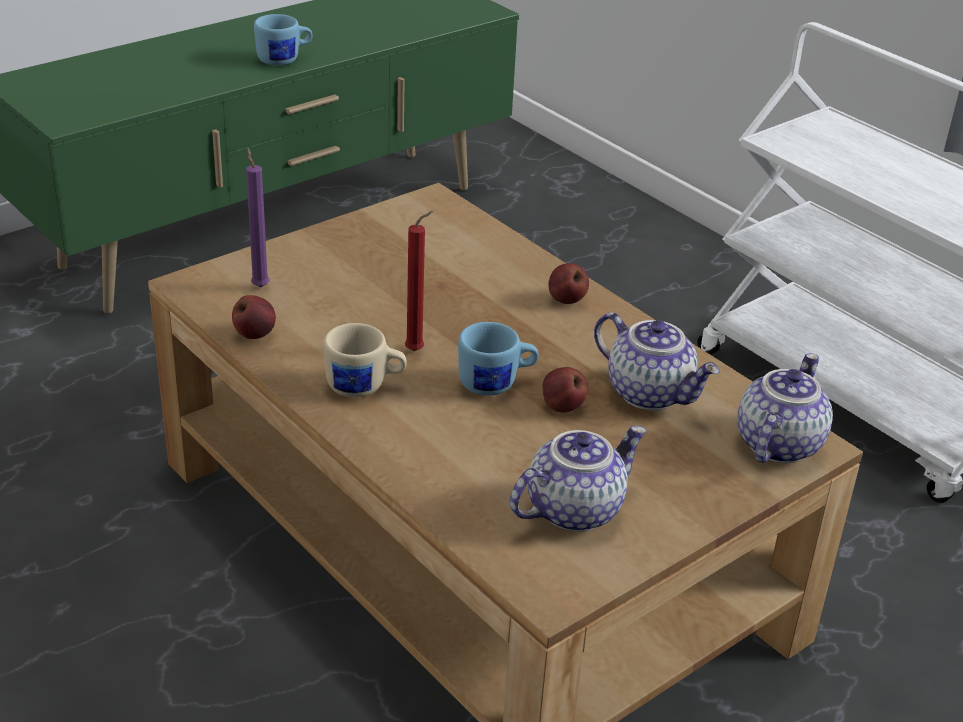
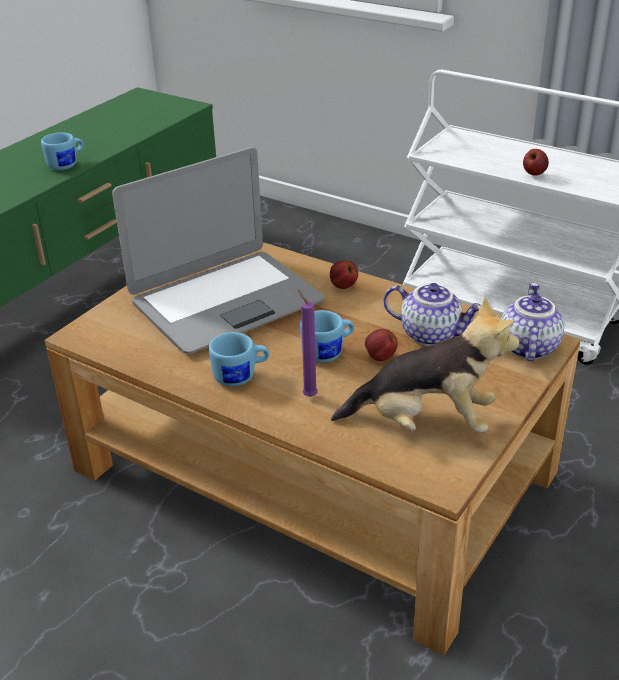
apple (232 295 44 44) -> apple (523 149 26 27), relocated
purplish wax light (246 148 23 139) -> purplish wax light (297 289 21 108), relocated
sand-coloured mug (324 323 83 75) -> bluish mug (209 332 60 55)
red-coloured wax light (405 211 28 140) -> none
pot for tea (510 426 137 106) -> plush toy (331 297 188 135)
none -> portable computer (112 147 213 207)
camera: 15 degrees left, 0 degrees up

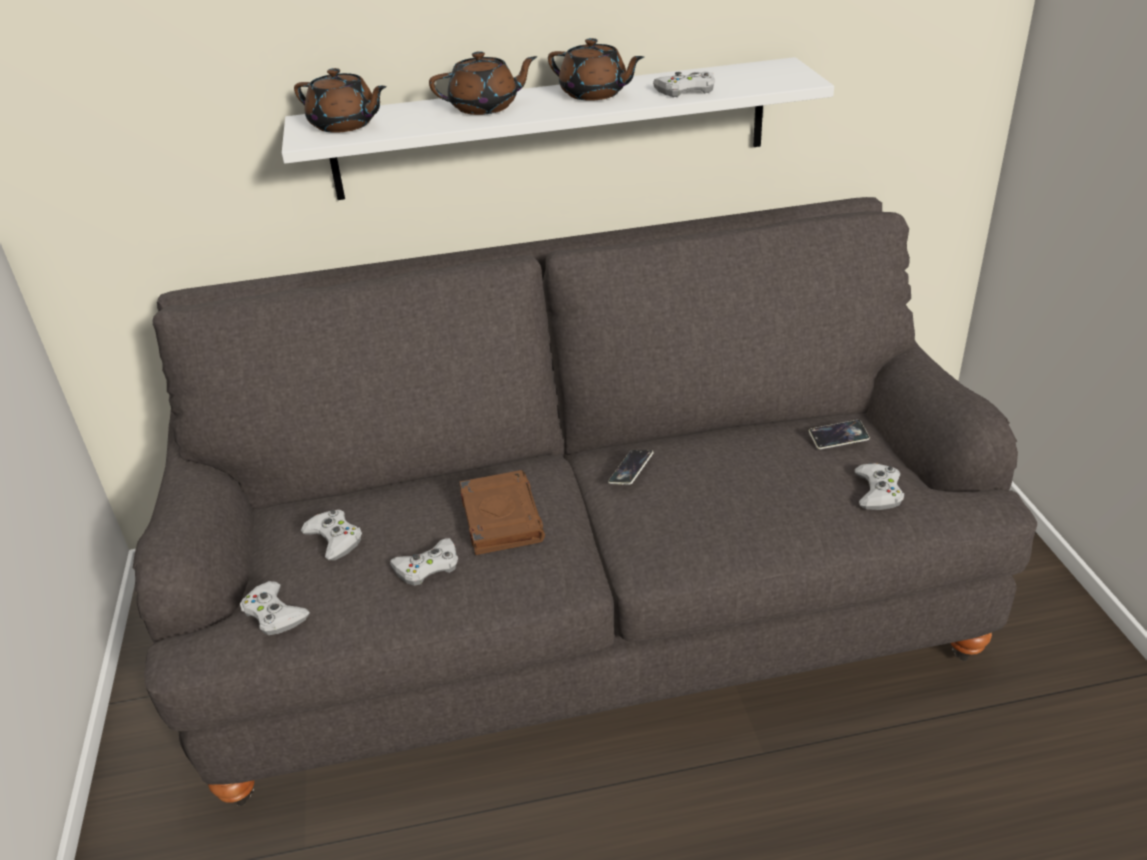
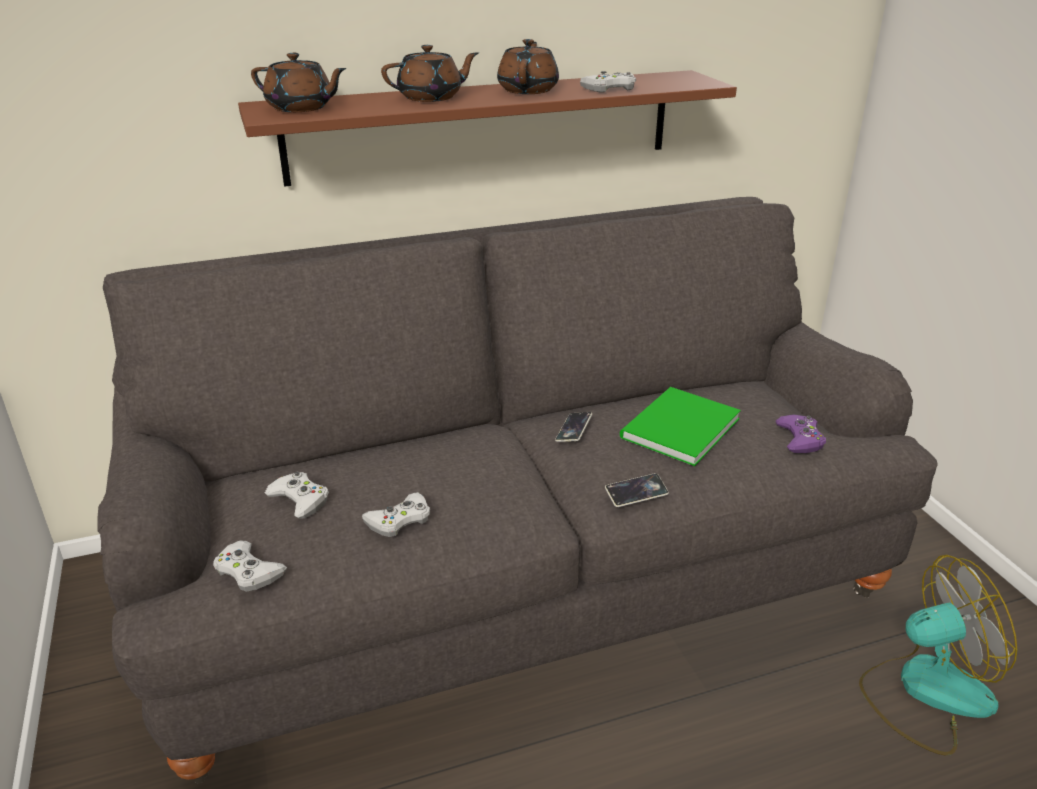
white-coloured bracket shelf (282 57 552 143) -> brown bracket shelf (238 70 499 117)
brown book (460 470 85 85) -> none
brown pot for tea (548 38 96 63) -> brown pot for tea (497 39 62 55), 105 degrees counterclockwise
telephone (809 420 61 29) -> telephone (605 473 64 34), relocated
white-coloured joypad (855 463 49 47) -> purplish joypad (776 414 50 39)
none -> green book (620 387 121 79)
none -> cooling fan (859 555 158 201)
camera: 10 degrees left, 5 degrees down

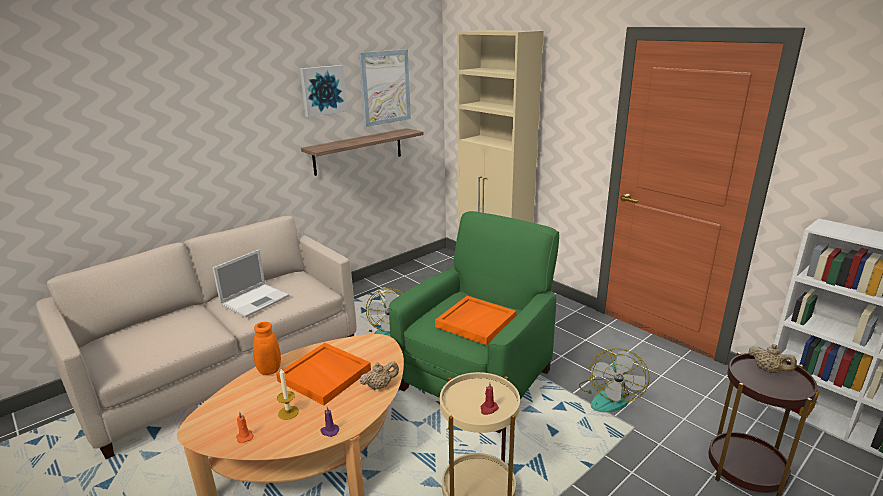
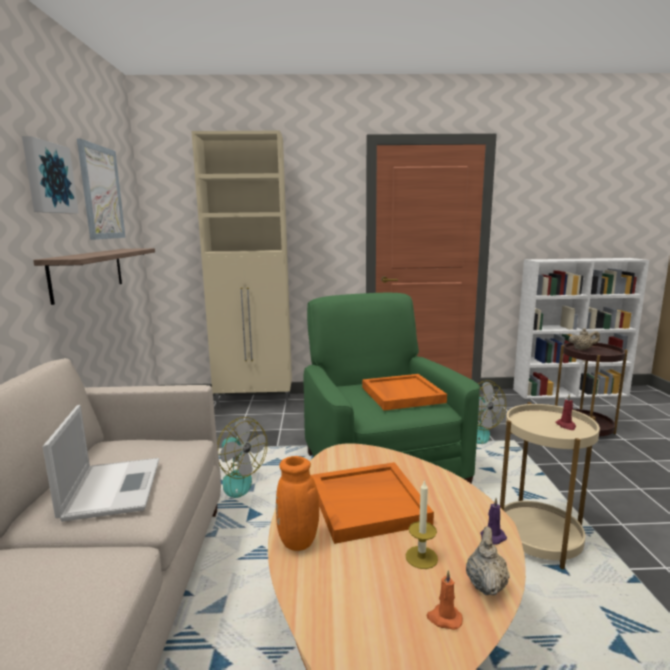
sand-coloured pot for tea (360 361 39 29) -> sand-coloured pot for tea (466 526 44 69), relocated
camera: 50 degrees left, 10 degrees down

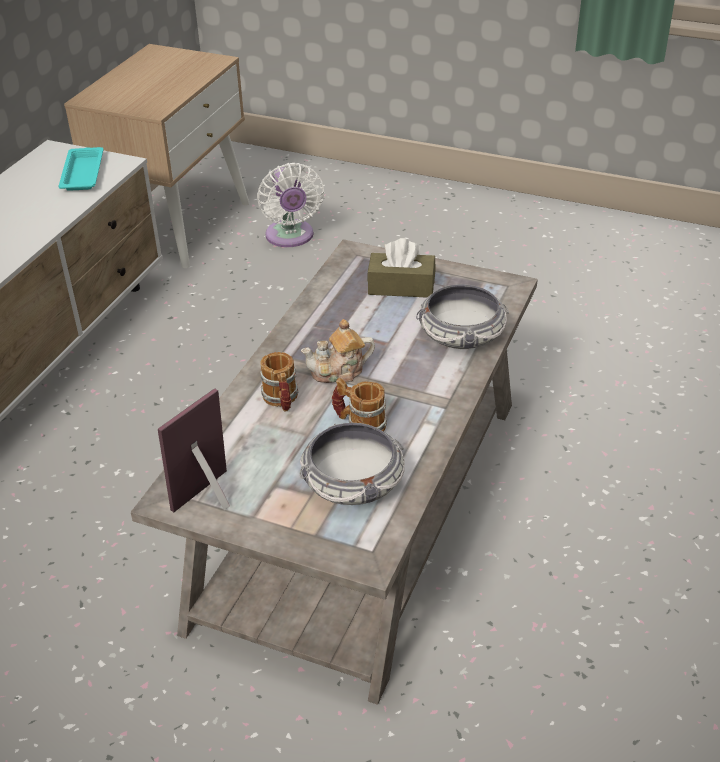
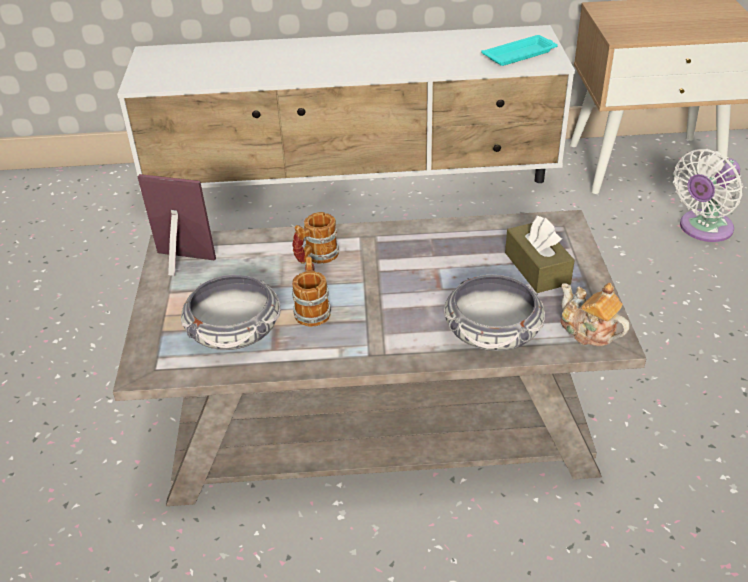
pot for tea (301 319 74 64) -> pot for tea (560 283 69 63), relocated
camera: 65 degrees right, 0 degrees up

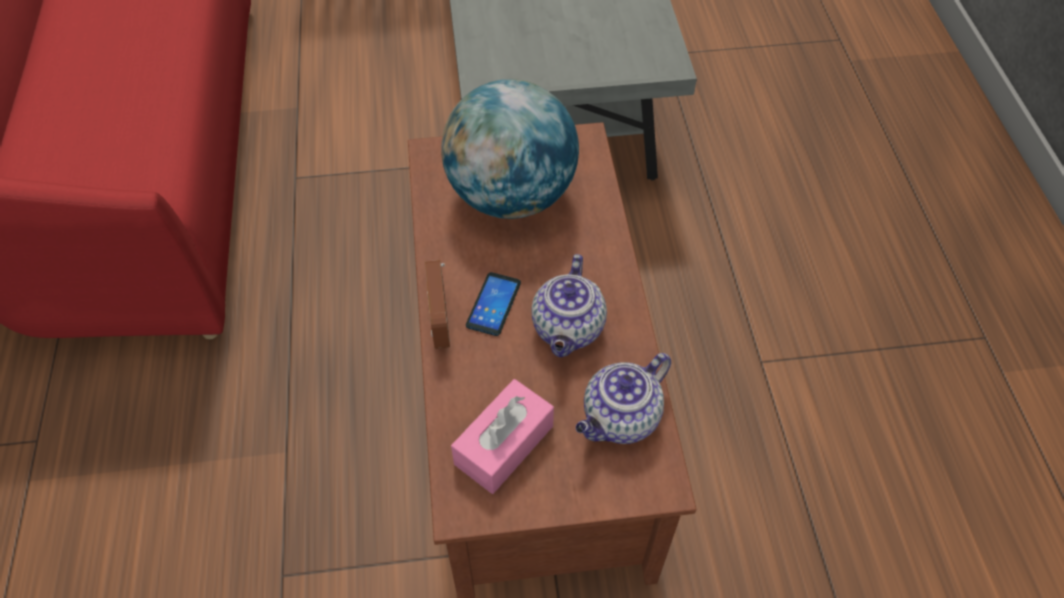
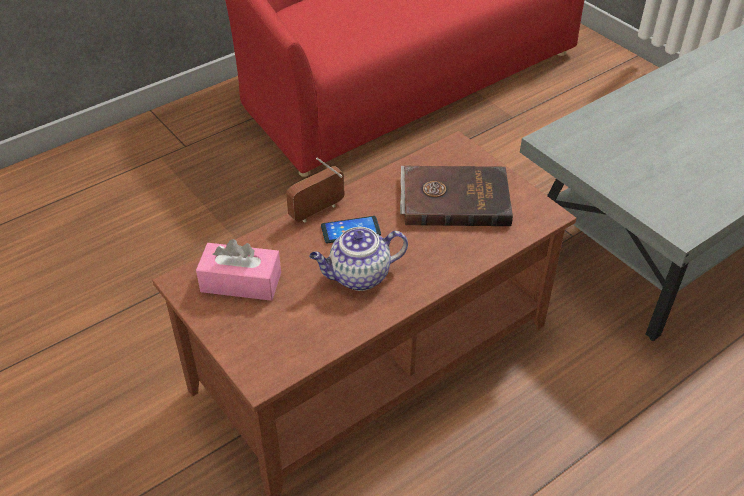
desk globe (441 79 138 140) -> brown book (400 166 113 60)
pot for tea (576 353 95 91) -> none
camera: 60 degrees right, 10 degrees down

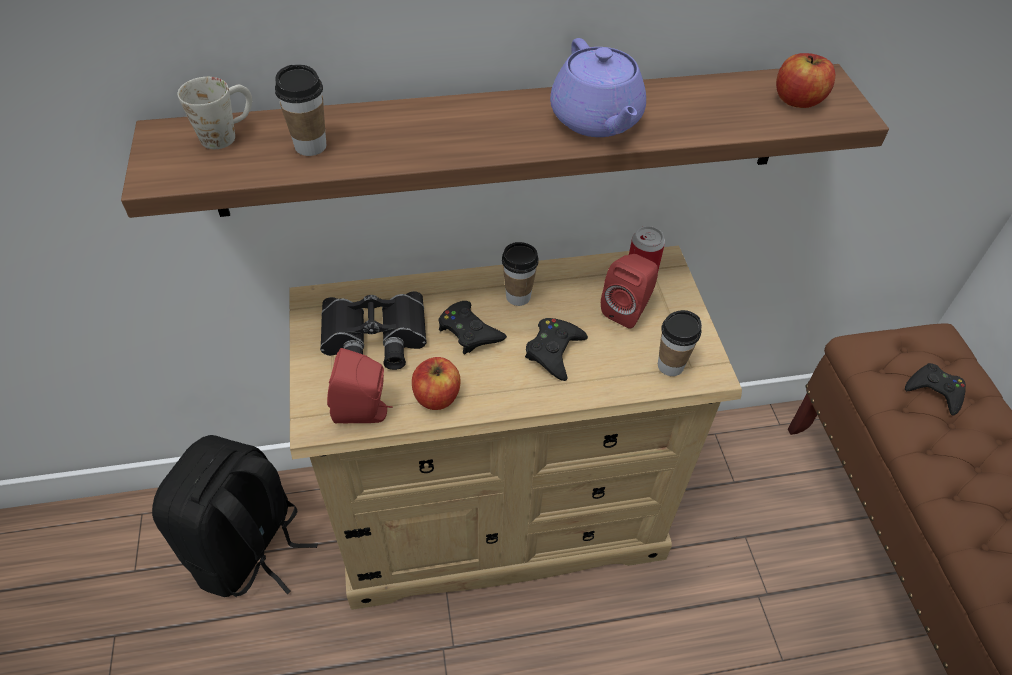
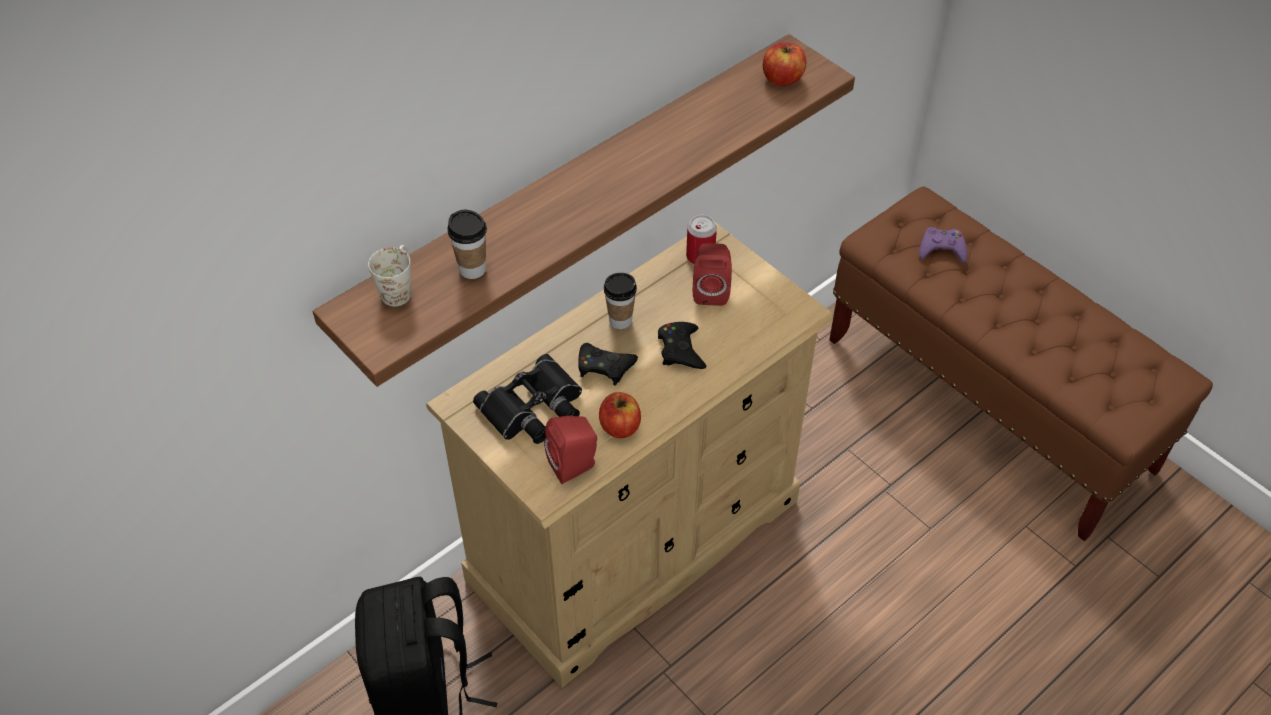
purplish pot for tea (550 38 96 99) -> none
cup (658 310 44 66) -> none
black joypad (905 363 61 53) -> purplish joypad (919 227 49 36)
camera: 30 degrees left, 0 degrees up

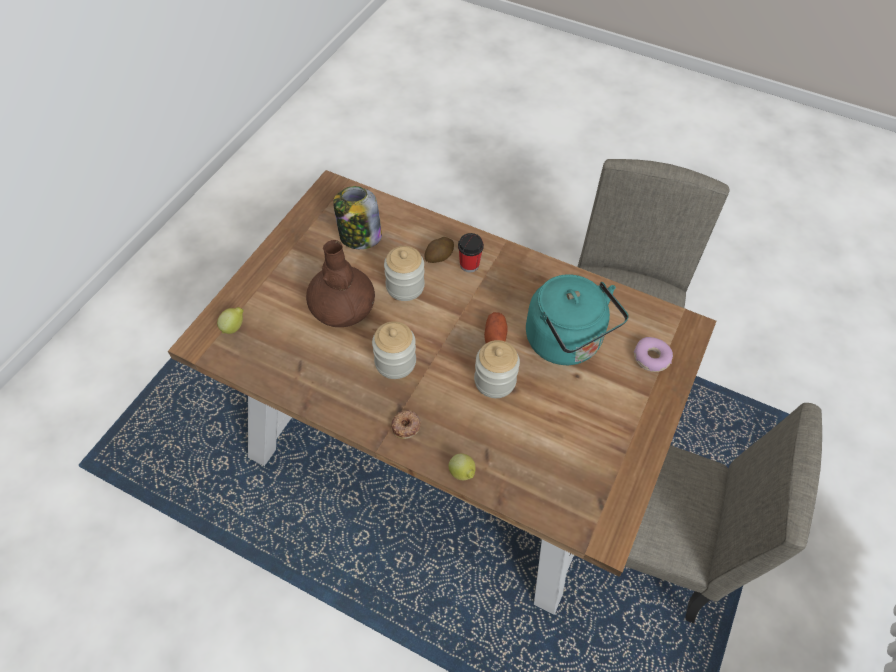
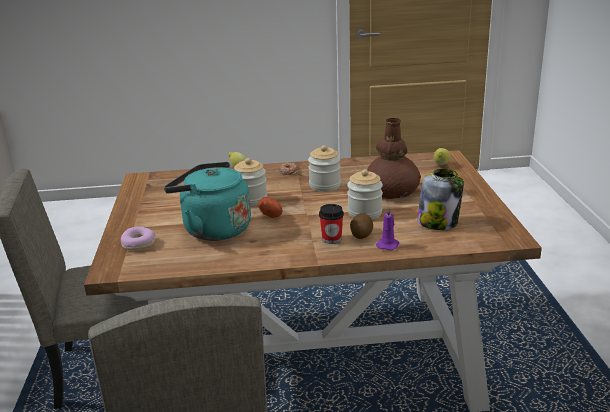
none -> purplish wax light (376 207 23 44)
camera: 150 degrees right, 30 degrees down

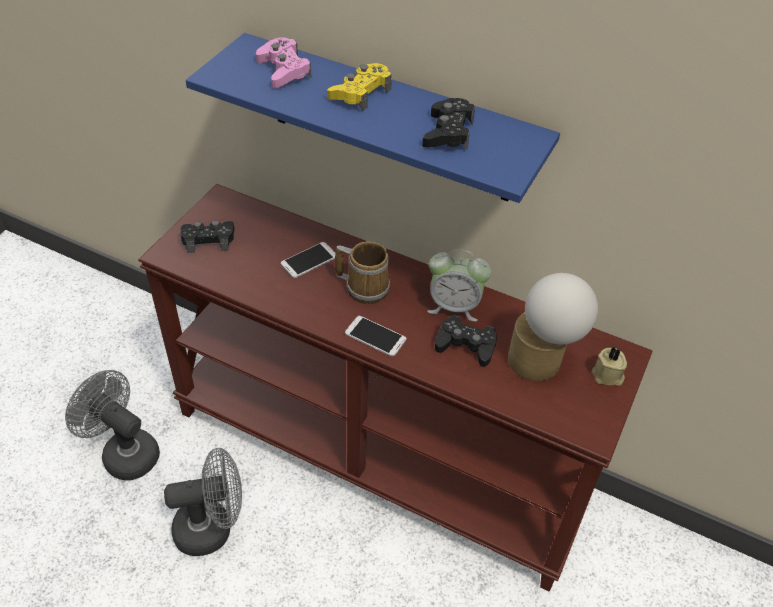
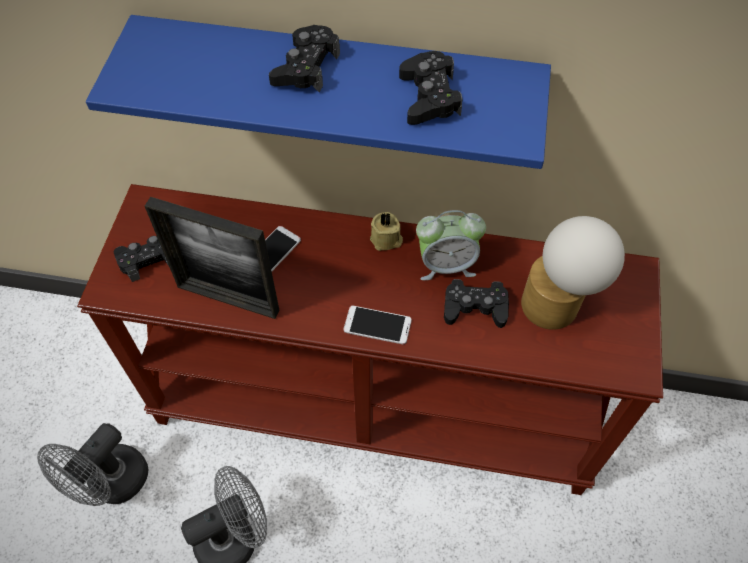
gray cooling fan (65 370 95 111) -> gray cooling fan (37 423 111 83), 75 degrees counterclockwise
pink-coloured joypad (256 37 55 52) -> none
yellowish joypad (327 63 65 48) -> black joypad (269 25 71 68)
mug (335 241 55 63) -> none
sand-coloured wax light (592 347 35 39) -> sand-coloured wax light (370 212 33 39), relocated
none -> standing frame (145 197 134 122)
camera: 15 degrees left, 10 degrees up

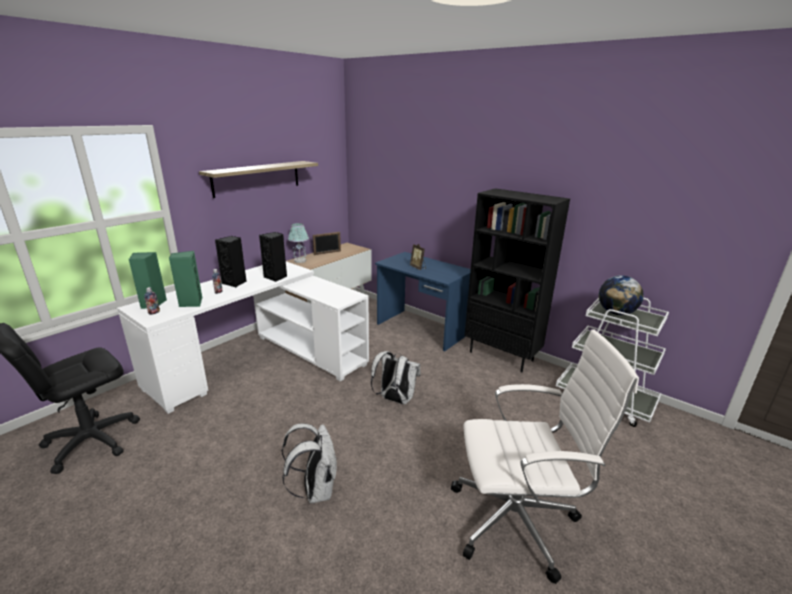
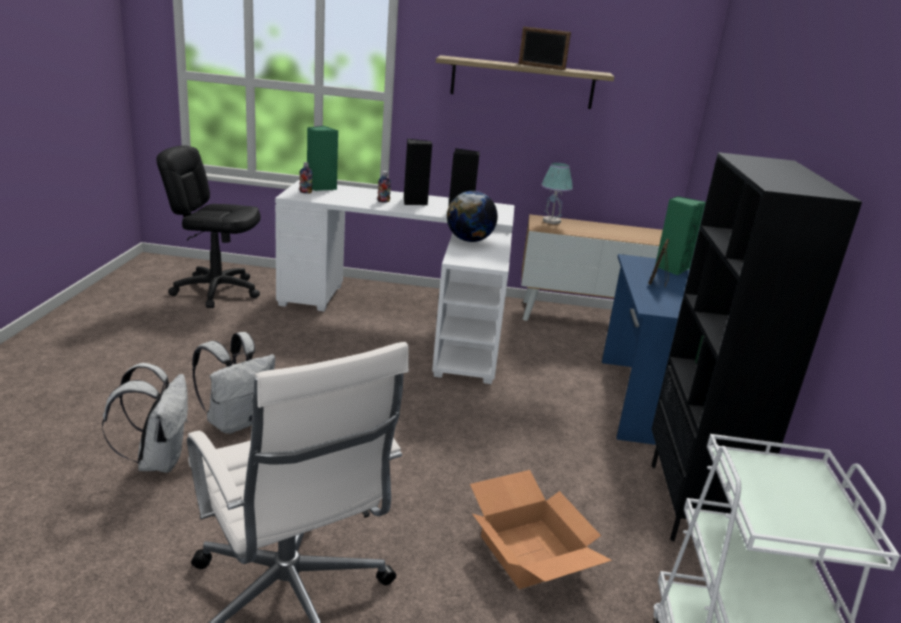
green speaker (169 251 33 56) -> green speaker (655 196 51 79), relocated
standing frame (313 232 28 23) -> standing frame (518 26 53 44), relocated
white-coloured backpack (371 351 50 53) -> white-coloured backpack (102 363 86 110), relocated
desk globe (599 275 45 40) -> desk globe (447 191 51 51), relocated
none -> carton (470 470 142 119)
camera: 55 degrees right, 0 degrees up

